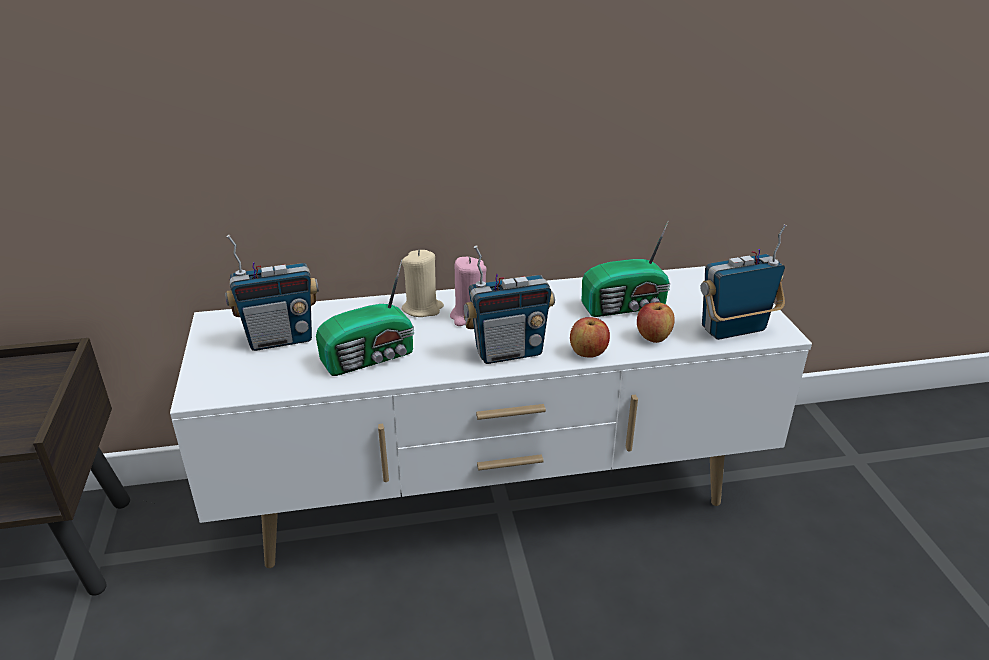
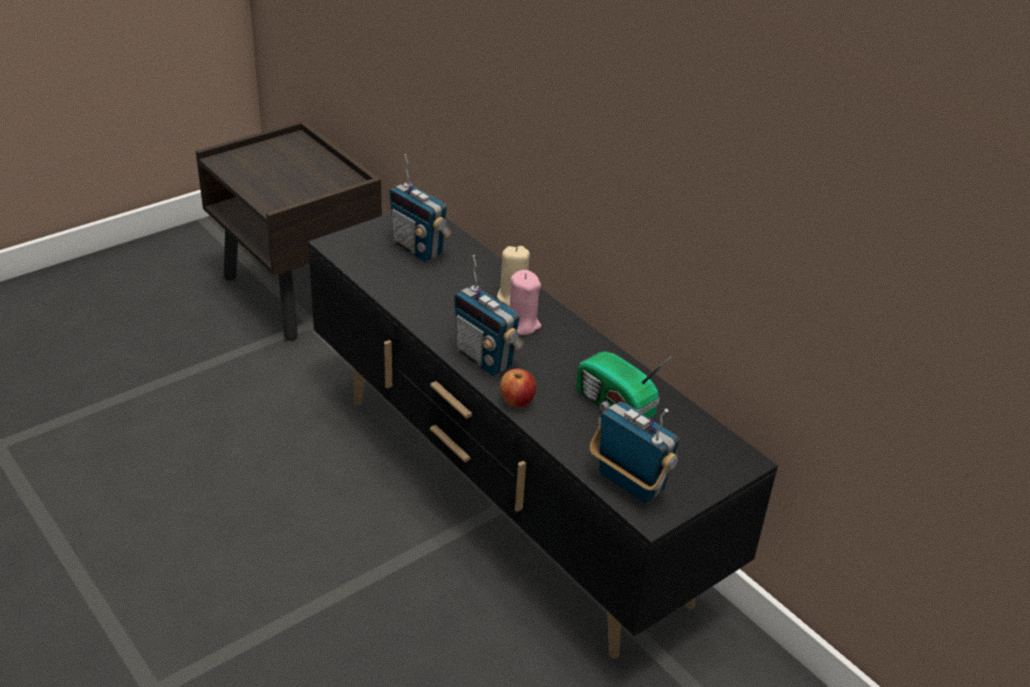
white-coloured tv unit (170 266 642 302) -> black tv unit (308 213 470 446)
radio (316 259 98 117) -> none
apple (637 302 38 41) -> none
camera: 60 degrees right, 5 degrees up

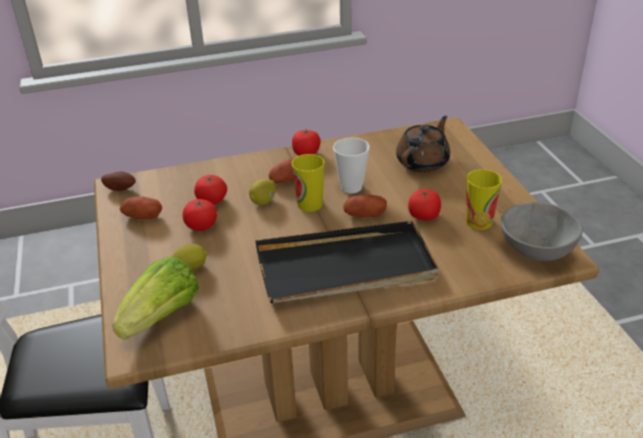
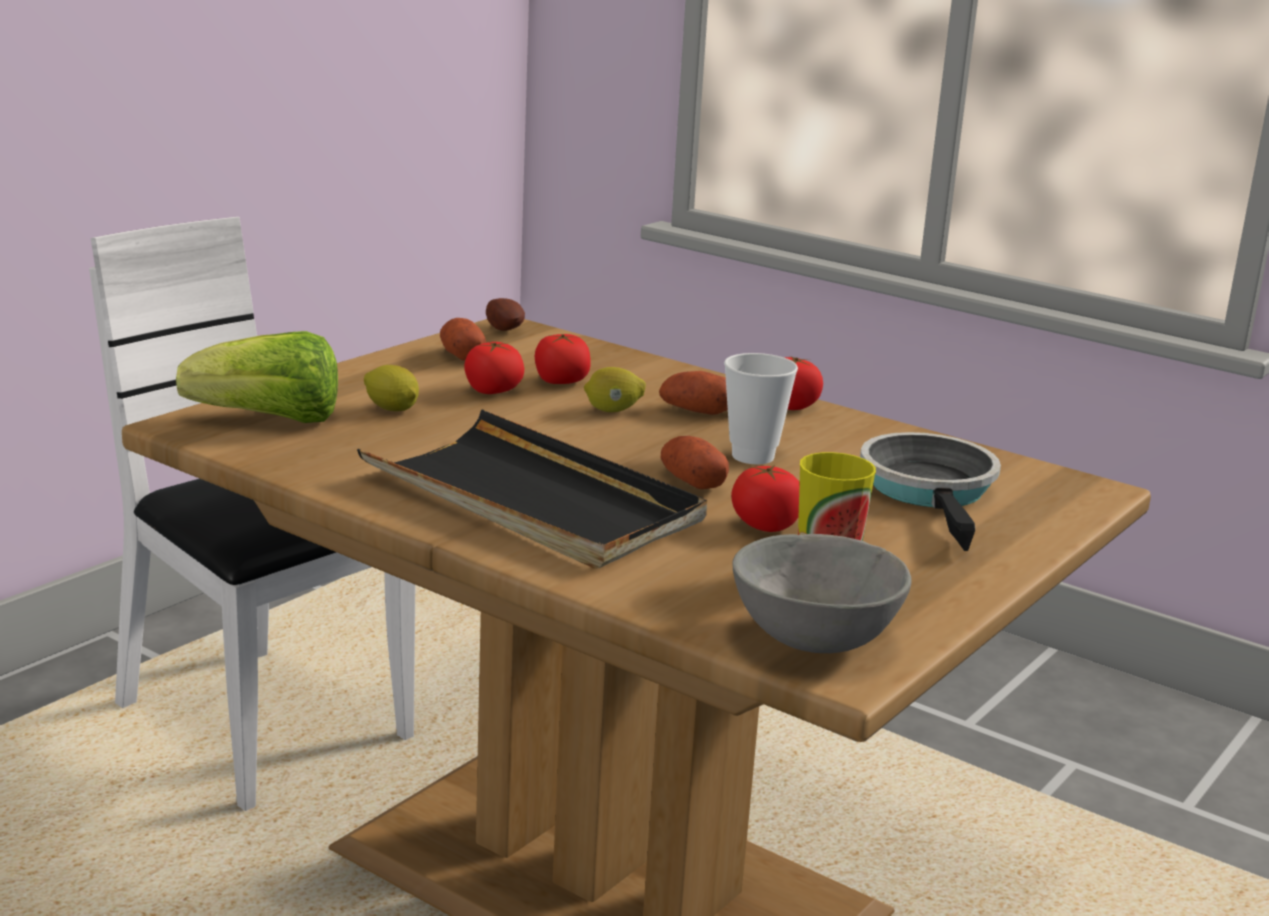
cup (292 154 33 58) -> none
brown pot for tea (396 116 54 57) -> pan (860 432 141 119)
camera: 50 degrees right, 15 degrees down

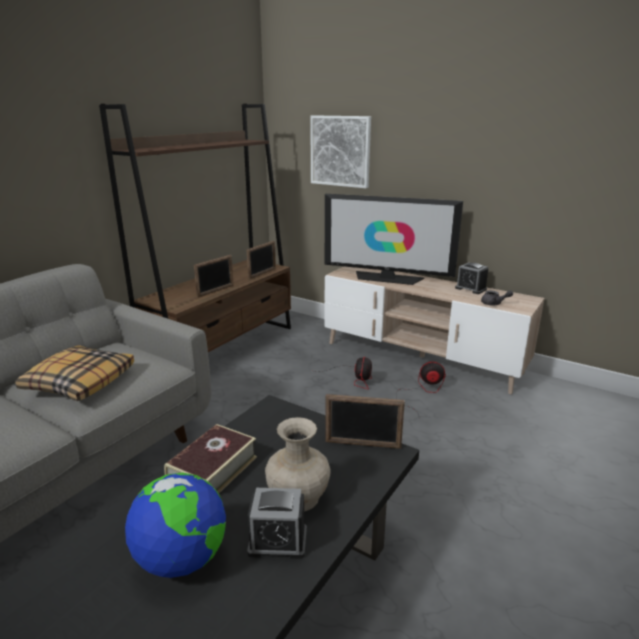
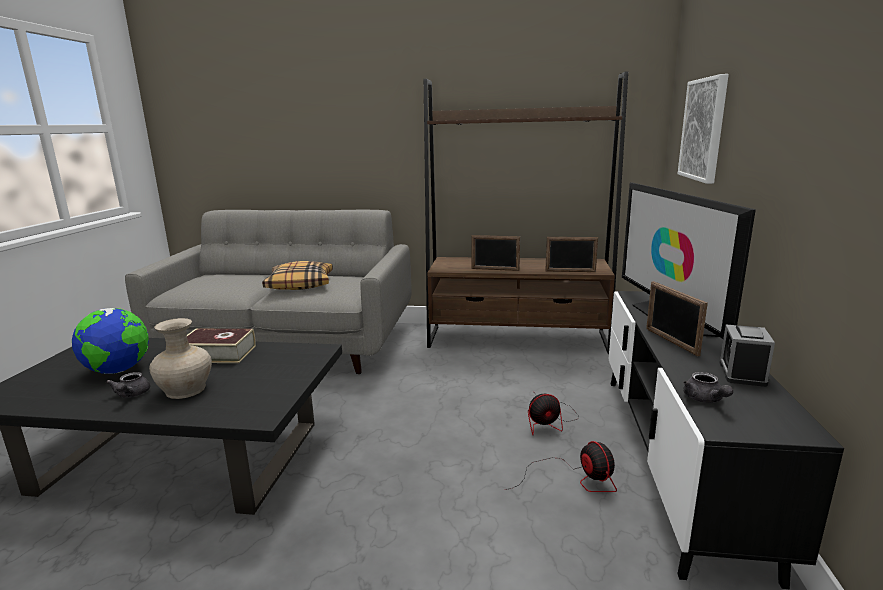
alarm clock (247 488 60 71) -> gray pot for tea (106 372 44 25)
sand-coloured tv unit (324 266 221 129) -> black tv unit (609 291 235 298)
standing frame (325 394 80 55) -> standing frame (646 281 62 75), relocated
camera: 65 degrees right, 5 degrees down

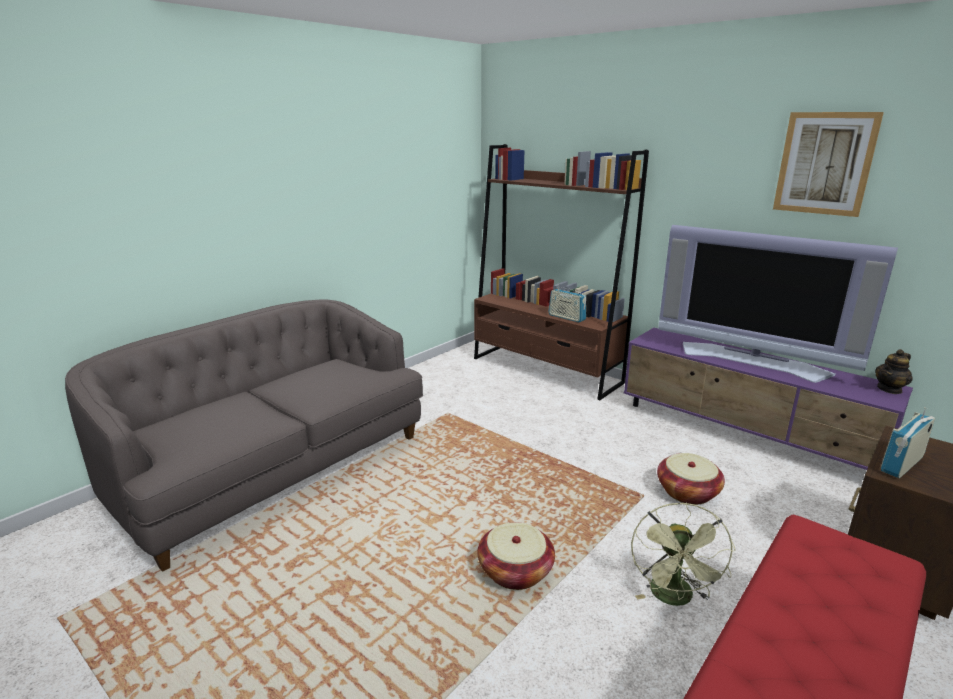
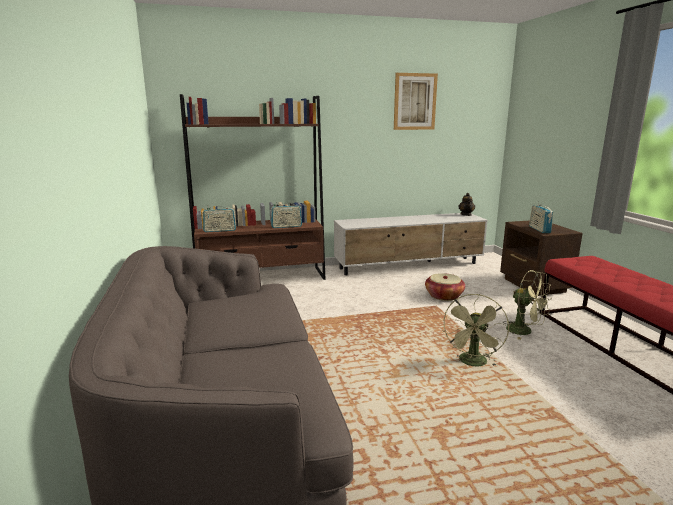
storage basket (478 522 77 68) -> green cooling fan (443 294 66 72)
purplish tv unit (624 328 289 142) -> white-coloured tv unit (334 213 154 62)
TV set (659 225 239 158) -> none
none -> radio (202 207 34 25)
camera: 55 degrees left, 5 degrees down

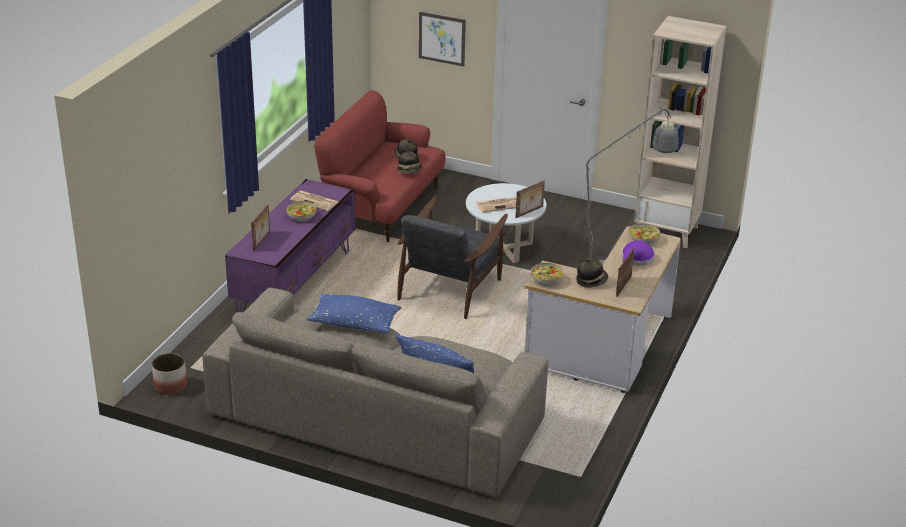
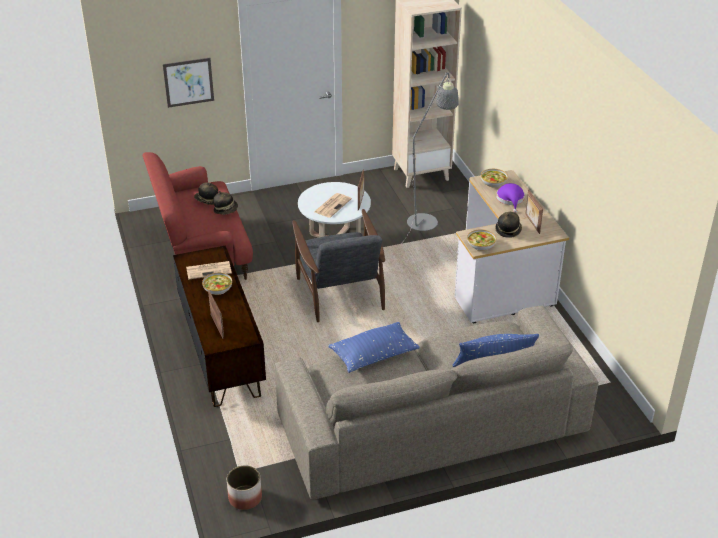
purplish tv unit (225 179 130 134) -> brown tv unit (173 245 93 162)
camera: 40 degrees left, 5 degrees up

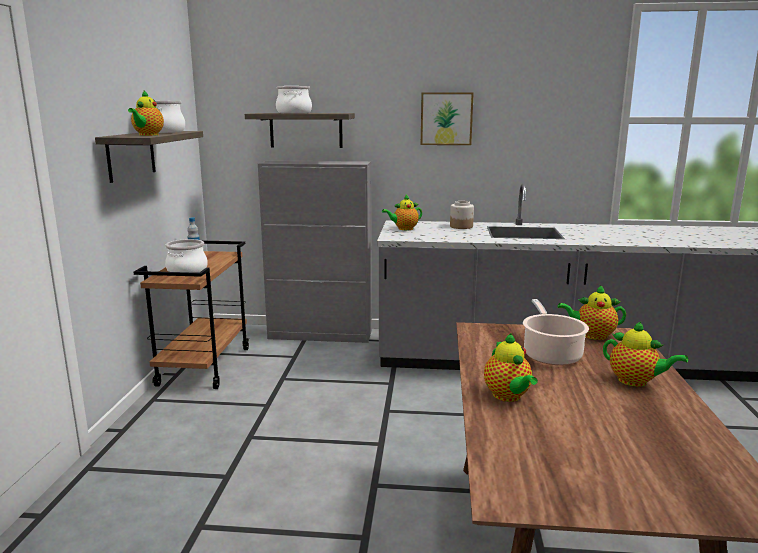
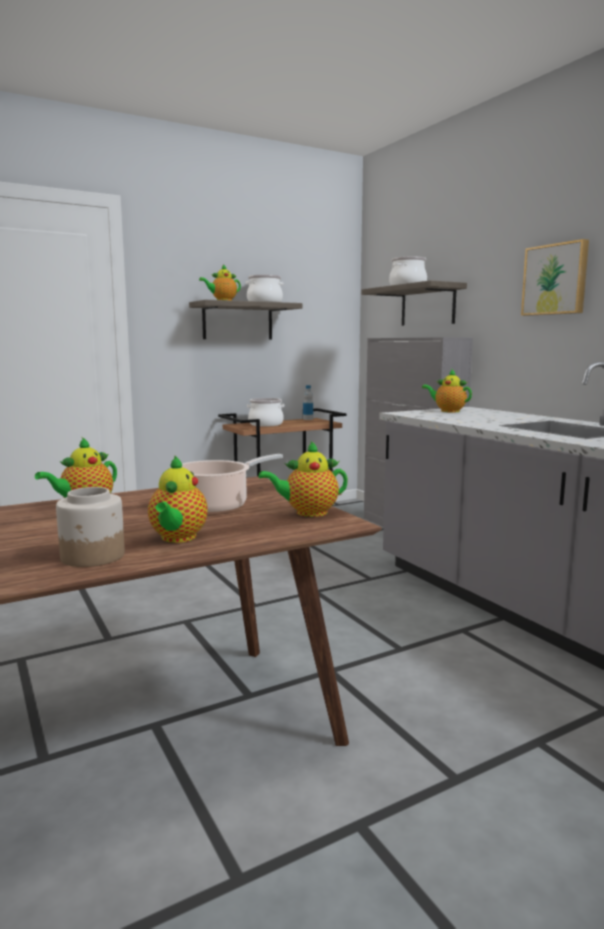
storage jar (450 201 24 28) -> storage jar (56 487 69 80), relocated
pot for tea (557 284 69 56) -> pot for tea (259 441 89 76), 75 degrees counterclockwise
camera: 55 degrees right, 5 degrees down

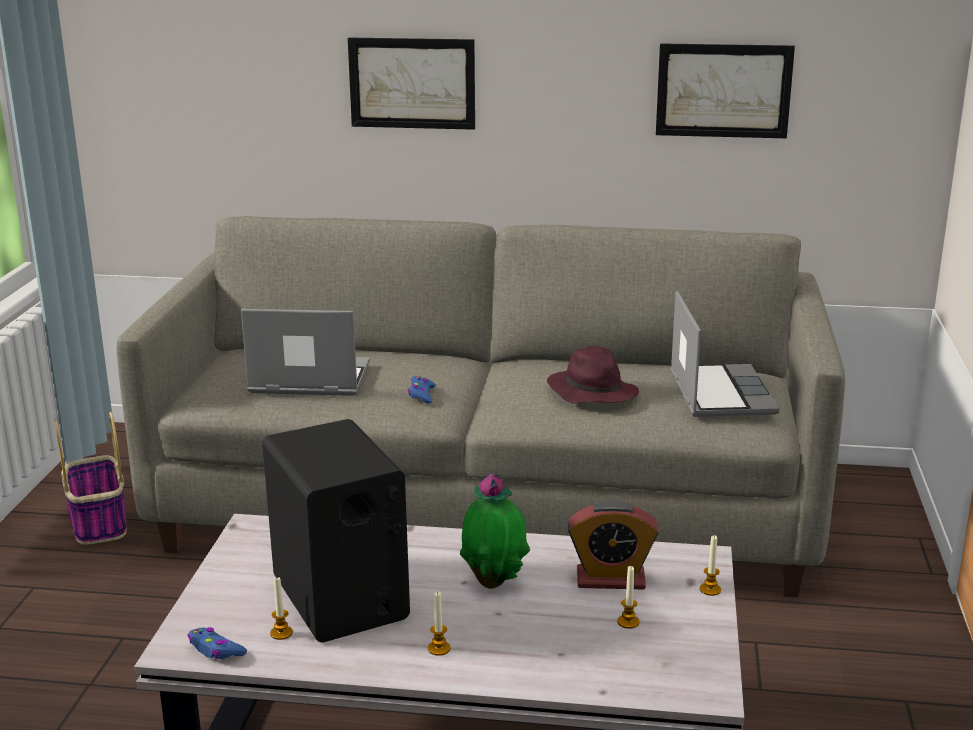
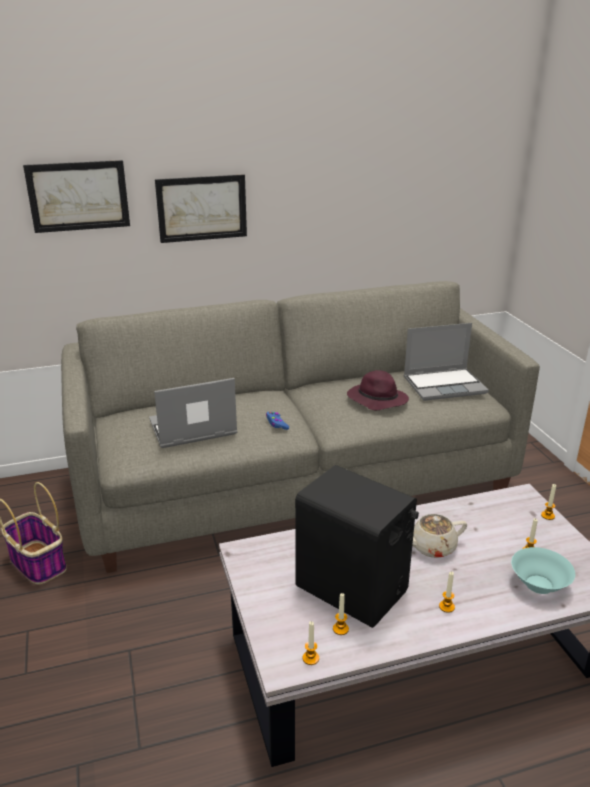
bluish joypad (187 627 60 32) -> wax light (303 621 16 44)
houseplant (460 473 70 116) -> sand-coloured pot for tea (412 514 55 44)
alarm clock (568 500 90 90) -> none
wall art (656 43 139 95) -> wall art (23 160 107 73), relocated
portable computer (671 291 108 126) -> portable computer (404 323 85 78), 105 degrees clockwise
none -> turquoise-coloured serving bowl (511 547 64 47)
camera: 25 degrees left, 5 degrees up

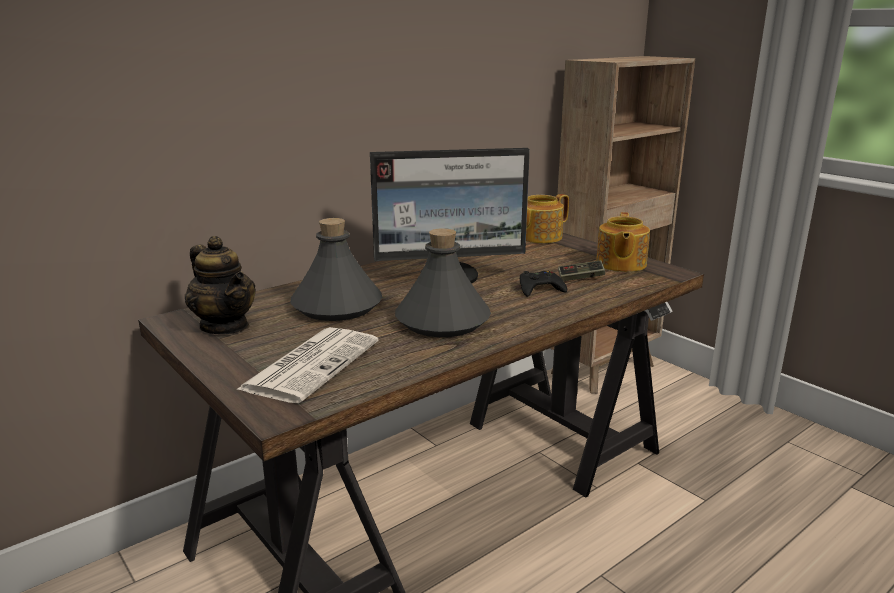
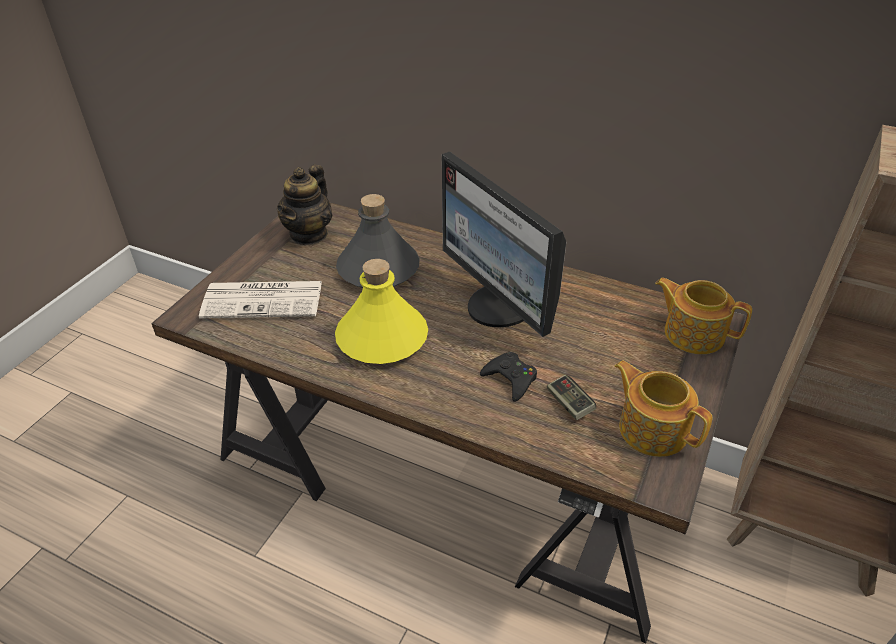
gray bottle (395 228 96 109) -> yellowish bottle (335 259 93 105)
pot for tea (596 212 54 60) -> pot for tea (615 360 97 97), 60 degrees clockwise
camera: 65 degrees right, 20 degrees up

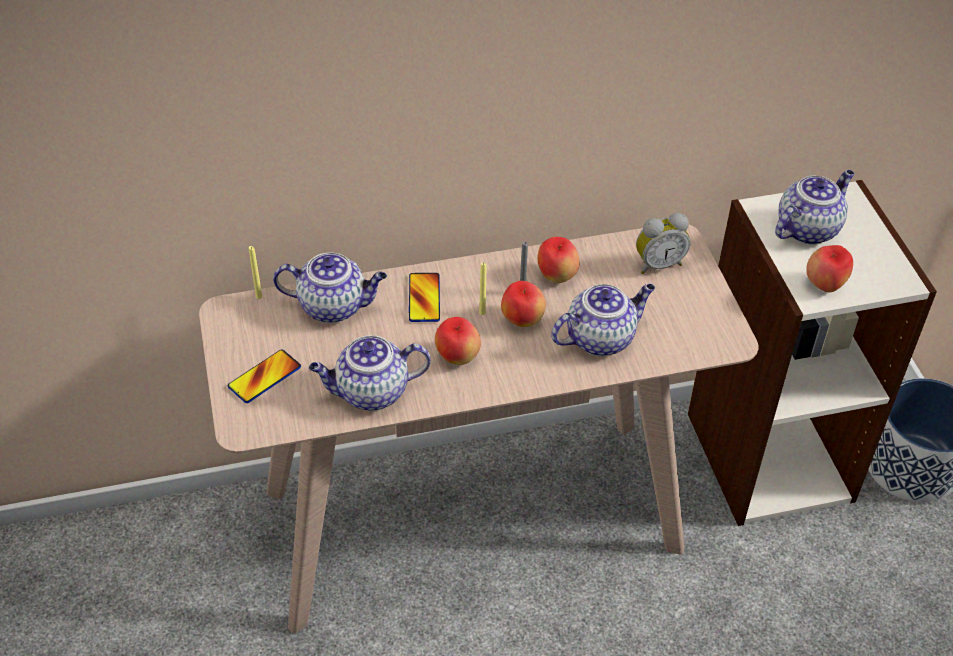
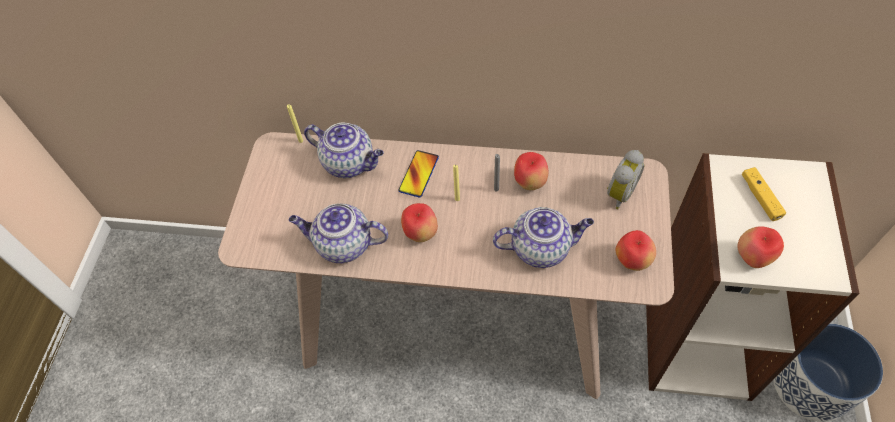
telephone (228 349 73 54) -> none
apple (501 281 45 46) -> apple (616 230 40 41), relocated
alarm clock (636 213 55 61) -> alarm clock (607 150 38 59), 60 degrees counterclockwise
pot for tea (775 170 79 75) -> yellowish joypad (742 167 44 54)
camera: 25 degrees right, 10 degrees up

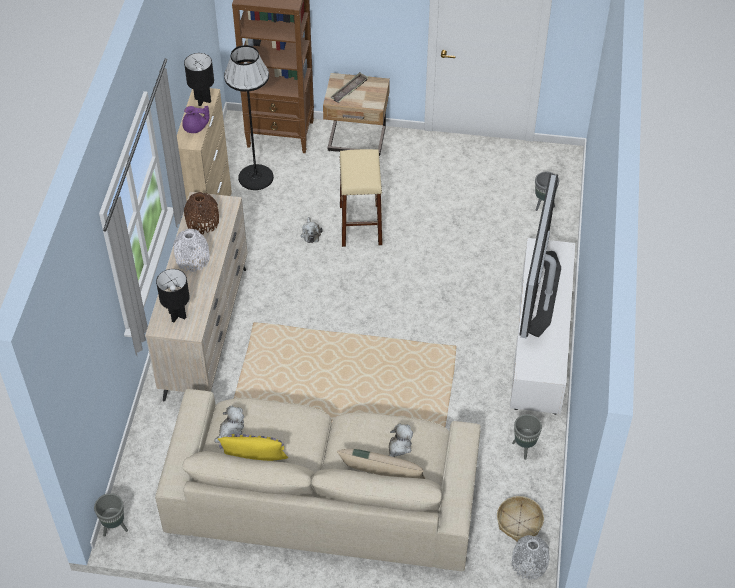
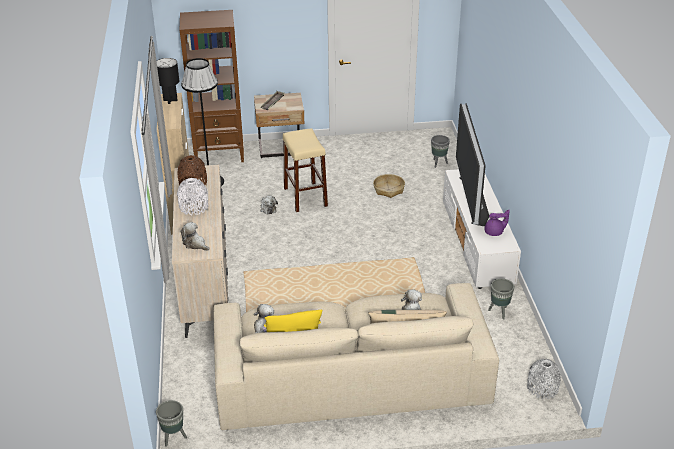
black tabletop lamp (156 269 34 54) -> plush toy (181 222 28 29)
purplish pot for tea (182 106 27 27) -> purplish pot for tea (485 210 25 26), relocated
storage basket (497 496 47 46) -> storage basket (373 174 32 24), relocated
camera: 15 degrees left, 15 degrees down

